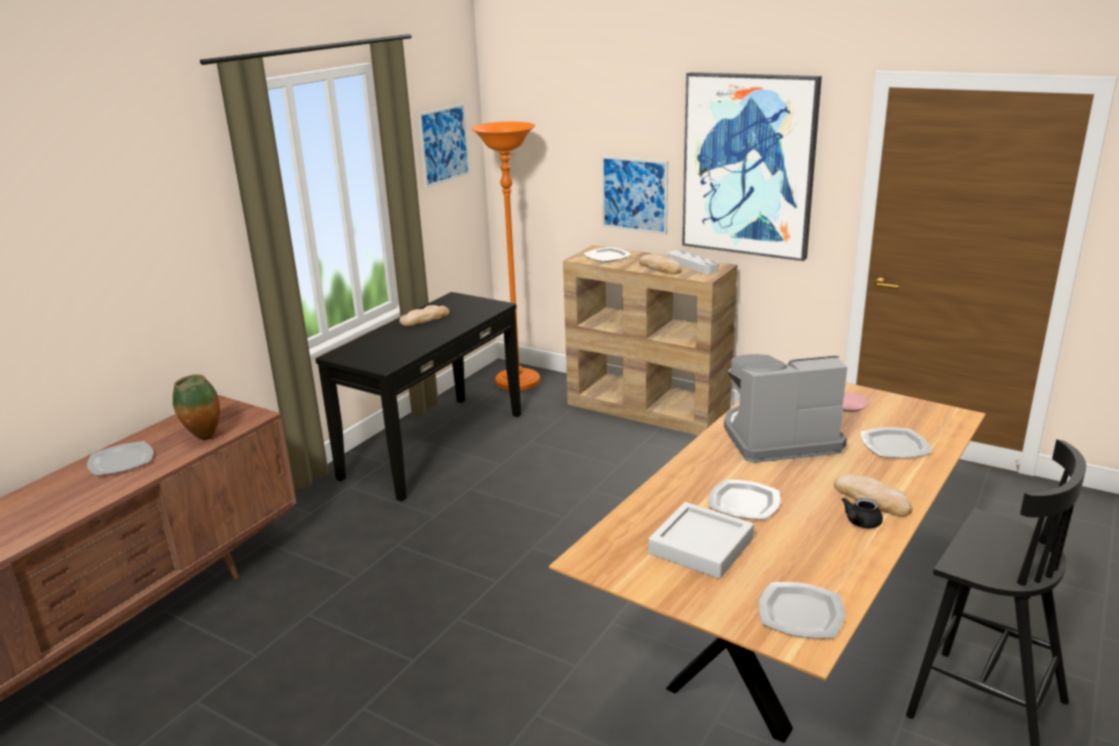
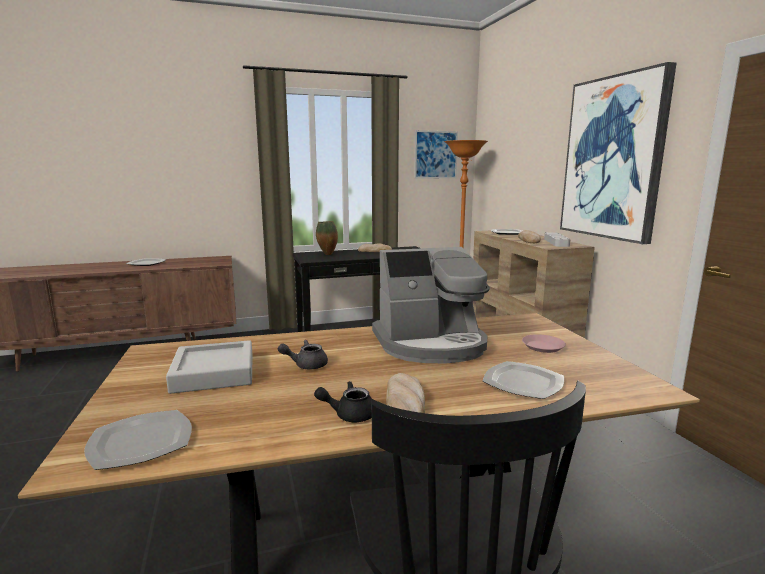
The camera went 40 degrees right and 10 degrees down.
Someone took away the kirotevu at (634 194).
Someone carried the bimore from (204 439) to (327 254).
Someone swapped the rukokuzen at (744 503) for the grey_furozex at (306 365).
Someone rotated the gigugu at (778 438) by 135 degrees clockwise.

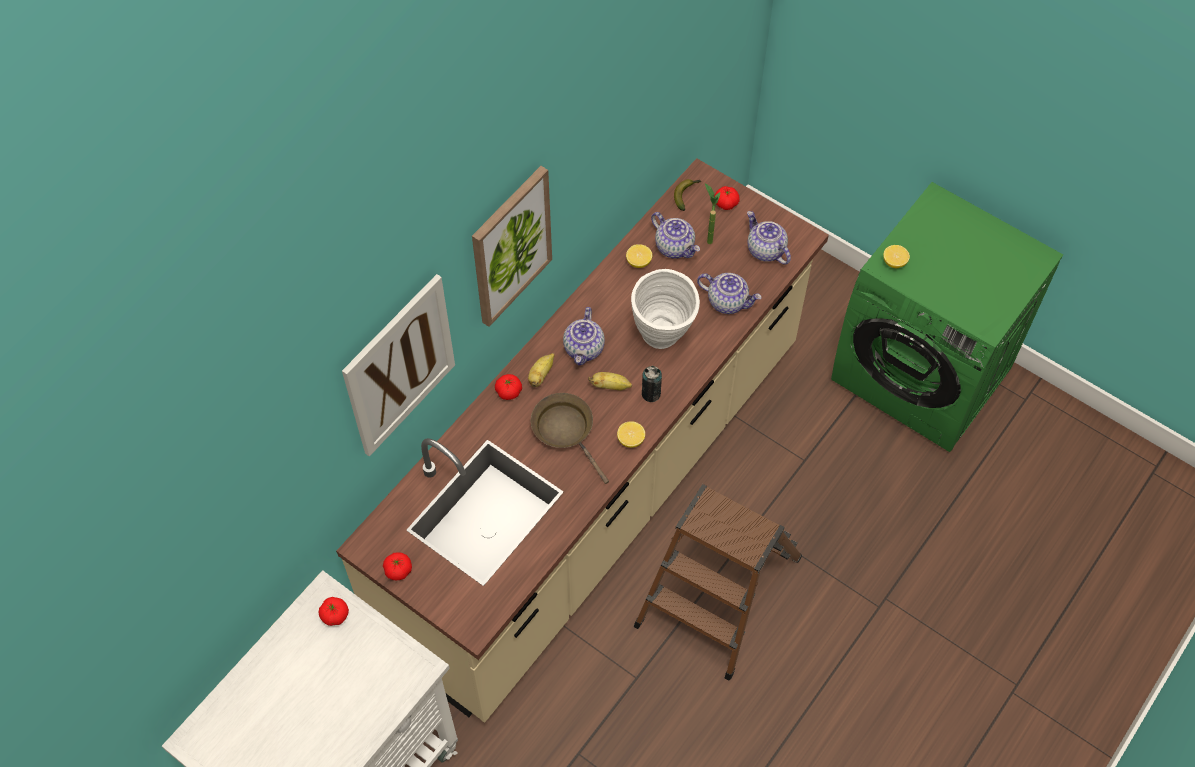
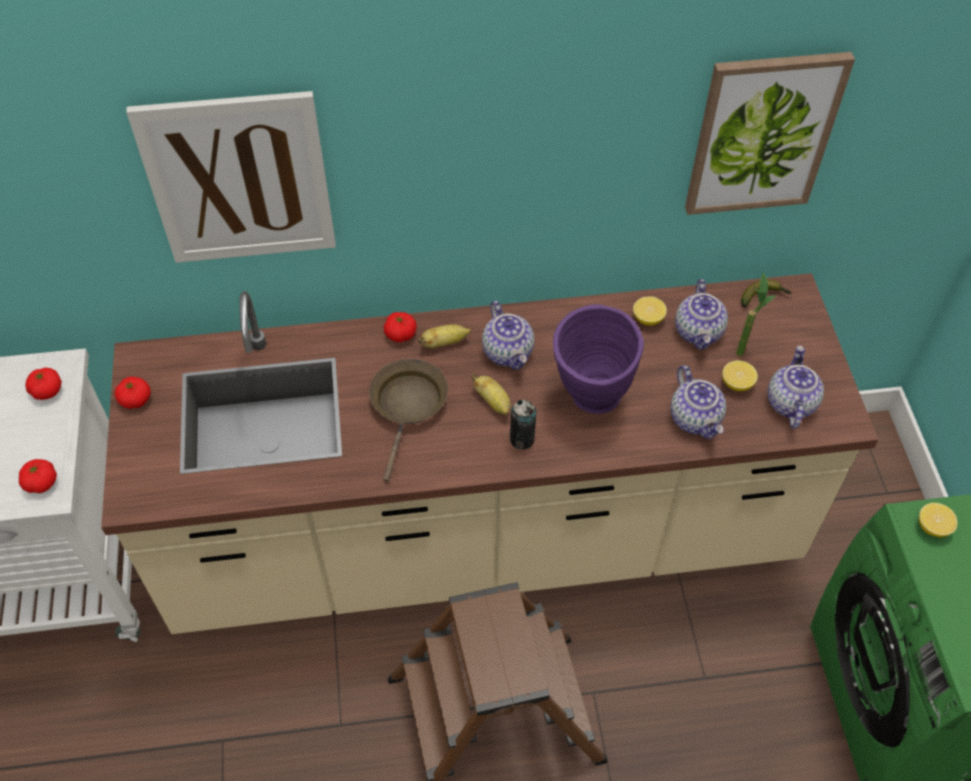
The camera went 45 degrees right and 5 degrees down.
Someone carried the kirotevu from (510 246) to (762 134).
Someone carried the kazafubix from (631 440) to (736 384).
Someone carried the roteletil from (726 203) to (41 483).
Someone repainted the white_bimore at (663 340), which became the purple_bimore at (590 403).
Someone rotated the furozex at (584 349) by 75 degrees counterclockwise.

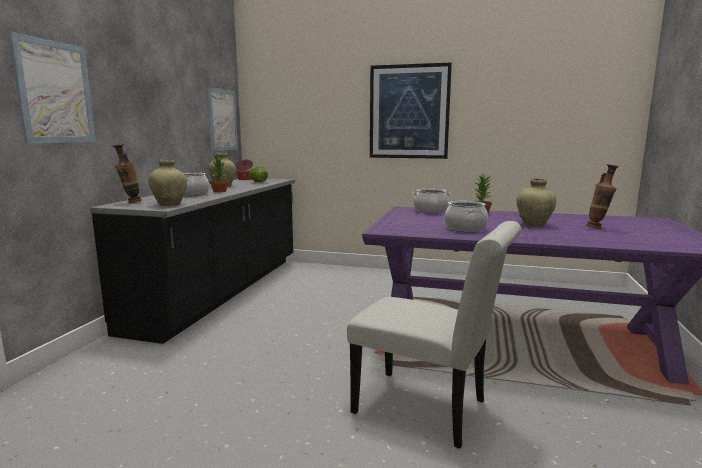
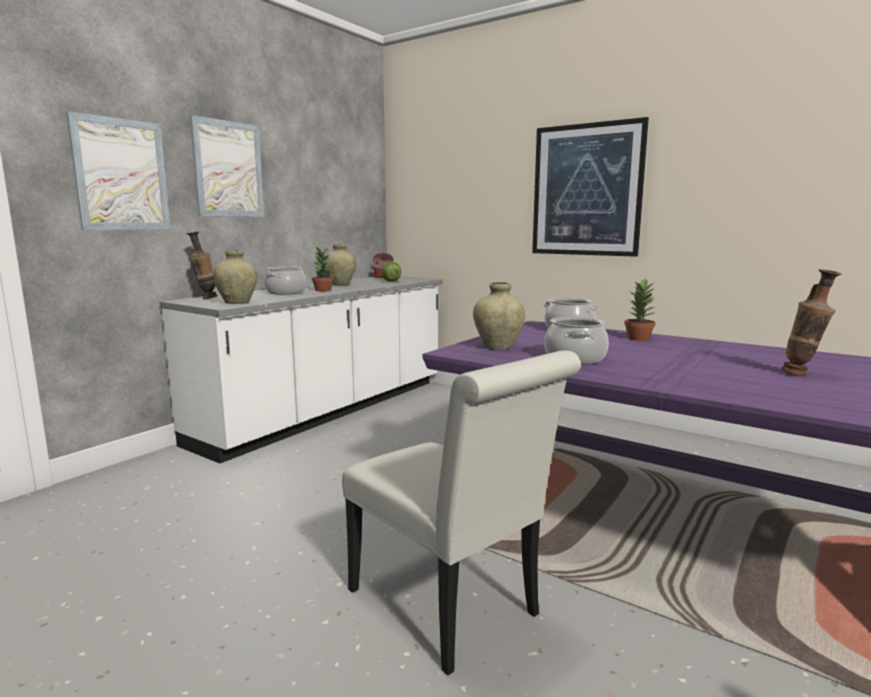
The camera went 20 degrees right and 0 degrees up.
Someone carried the kirotevu from (222 120) to (228 169).
Someone carried the beige_bimore from (533 225) to (498 347).
Someone repainted the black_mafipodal at (222 291), which became the white_mafipodal at (329 411).

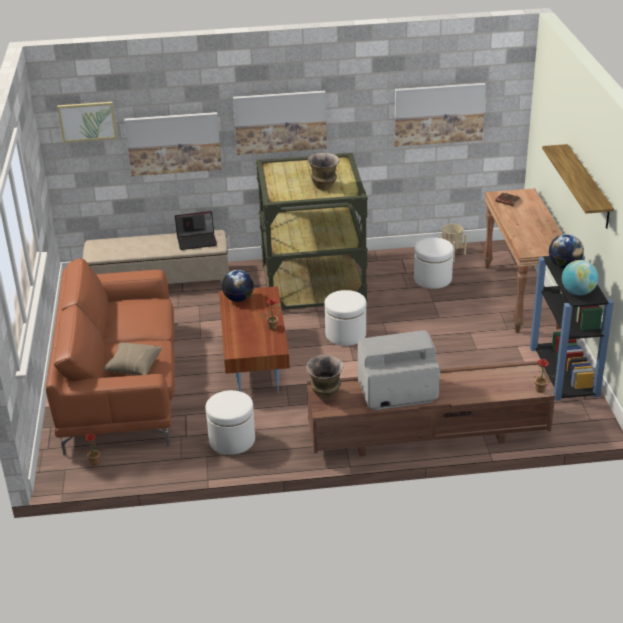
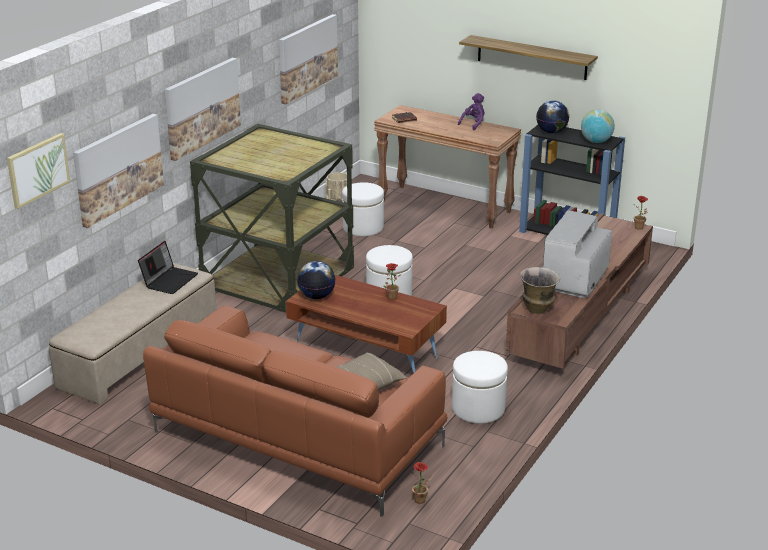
The camera went 55 degrees left and 5 degrees down.
Someone took away the bimore at (324 187).
Someone put down the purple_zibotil at (473 124).

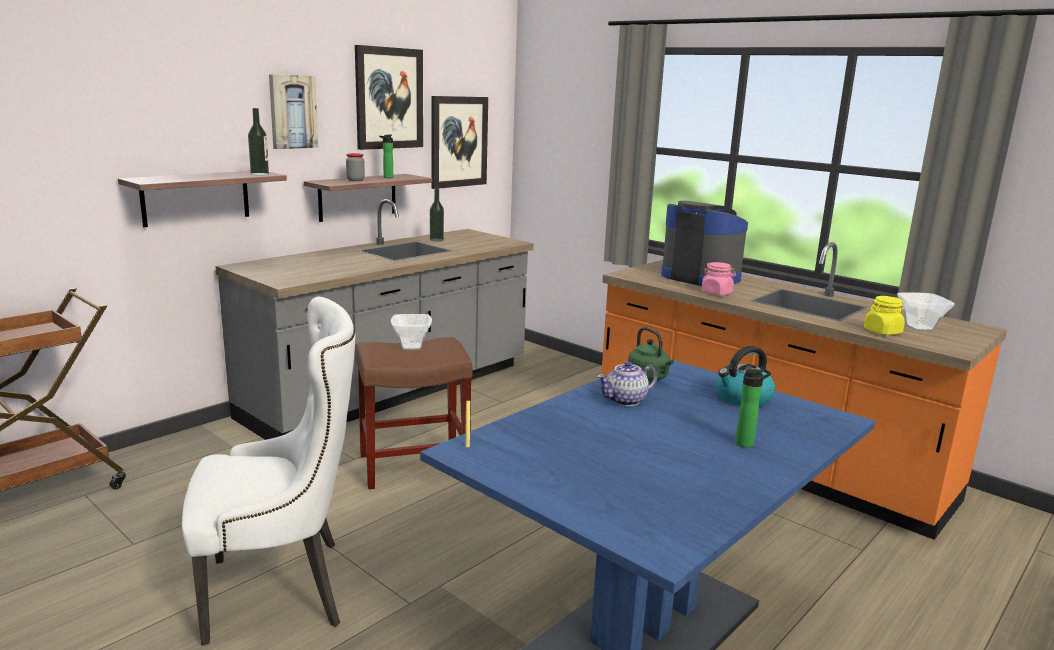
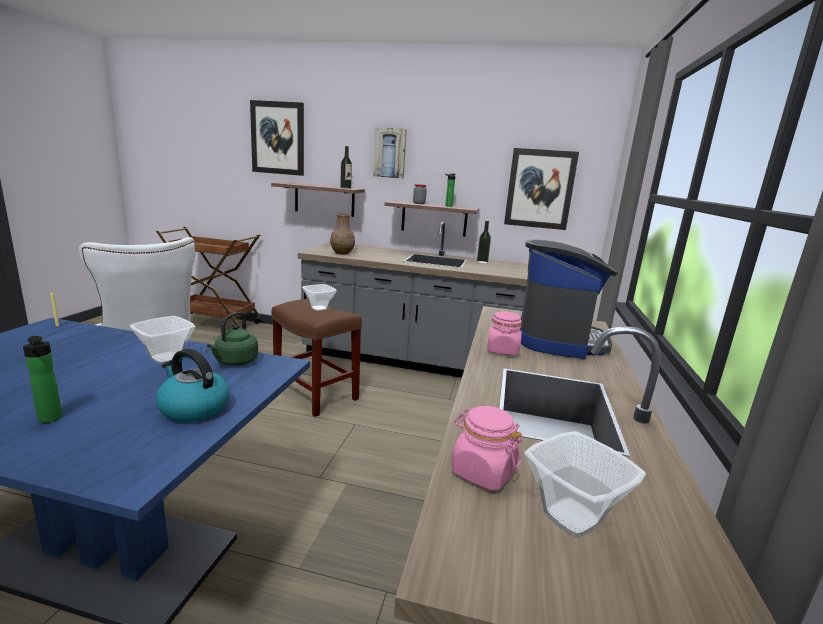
The camera went 60 degrees right and 0 degrees up.
Someone put down the brown_bimore at (342 253).
Someone carried the kirotevu from (389 98) to (278 138).
Someone swapped the furozex at (625 401) for the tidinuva at (165 359).
Someone repainted the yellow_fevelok at (882 332), which became the pink_fevelok at (482 472).

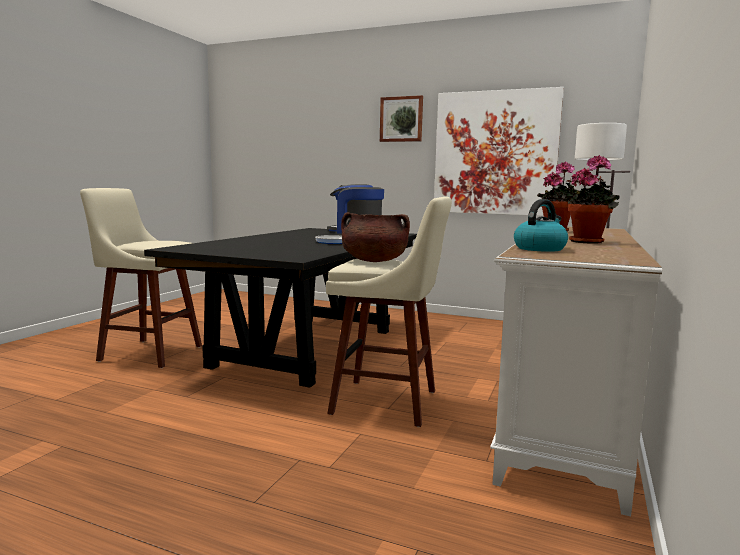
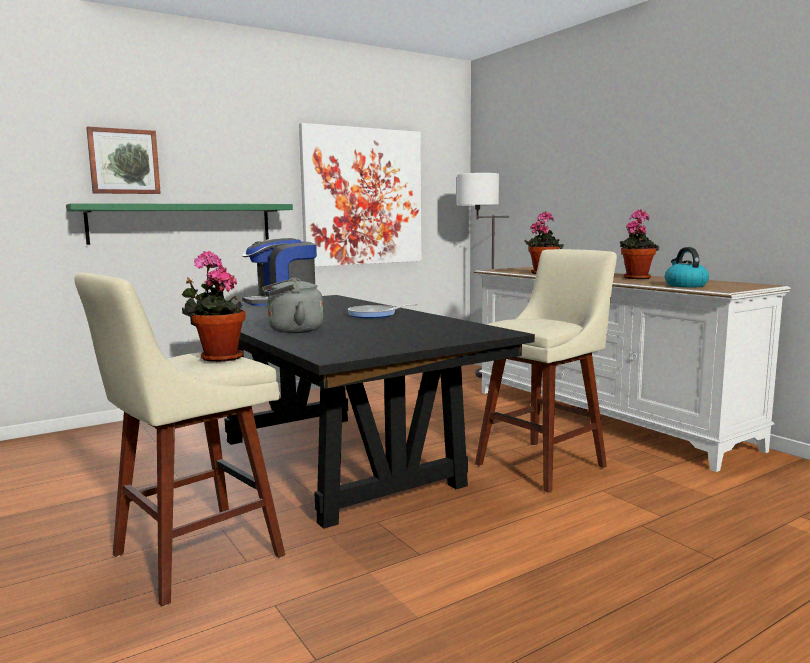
The camera went 55 degrees left and 0 degrees up.
Someone took away the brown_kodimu at (374 261).
Someone put up the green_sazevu at (182 223).
Someone put down the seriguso at (218 358).
Someone put down the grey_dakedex at (292 331).
Someone carried the kirotevu from (401 119) to (124 161).

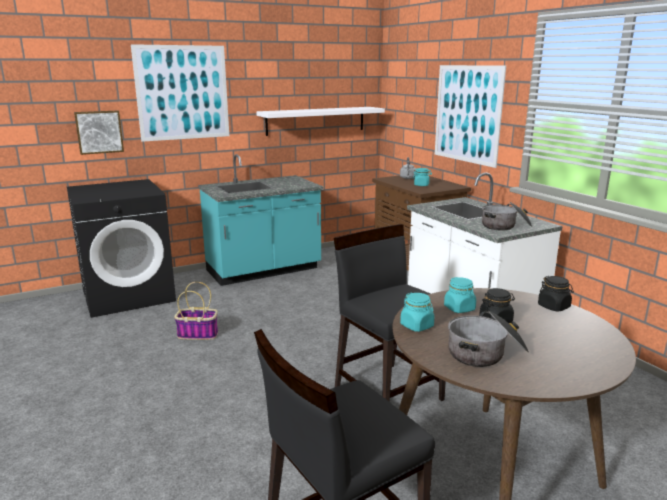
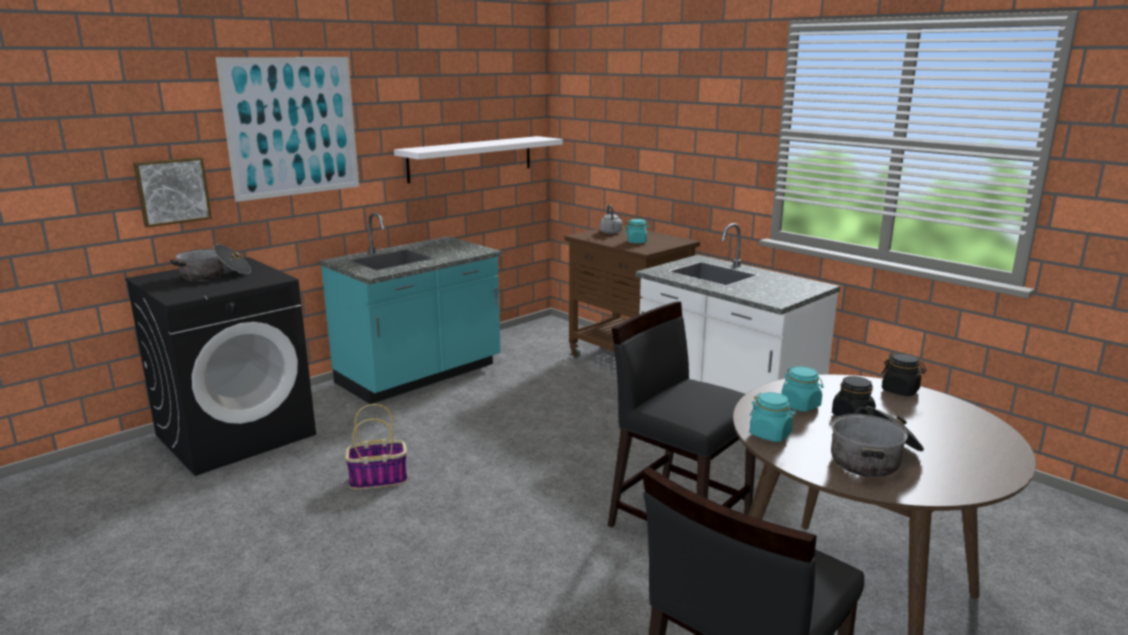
The camera went 15 degrees left and 0 degrees up.
Someone took away the kirotevu at (467 114).
Someone carried the kodimu from (505 226) to (214 275).

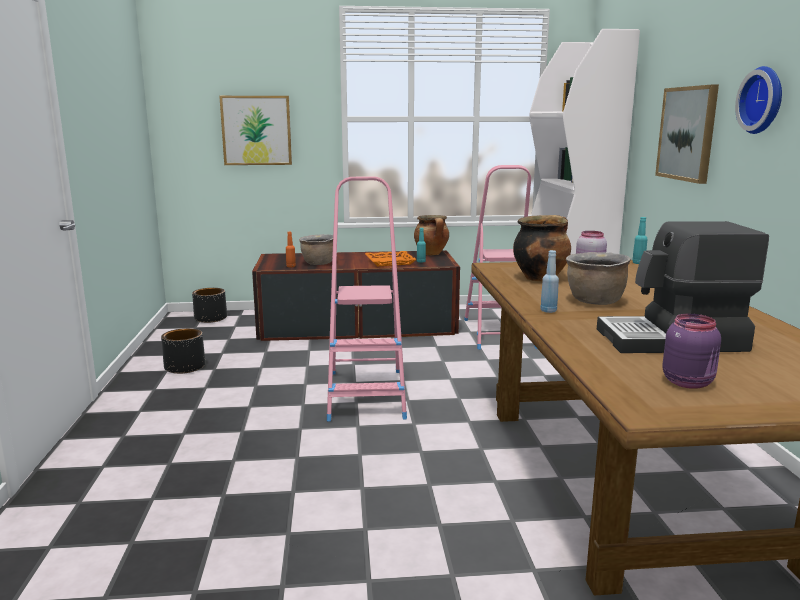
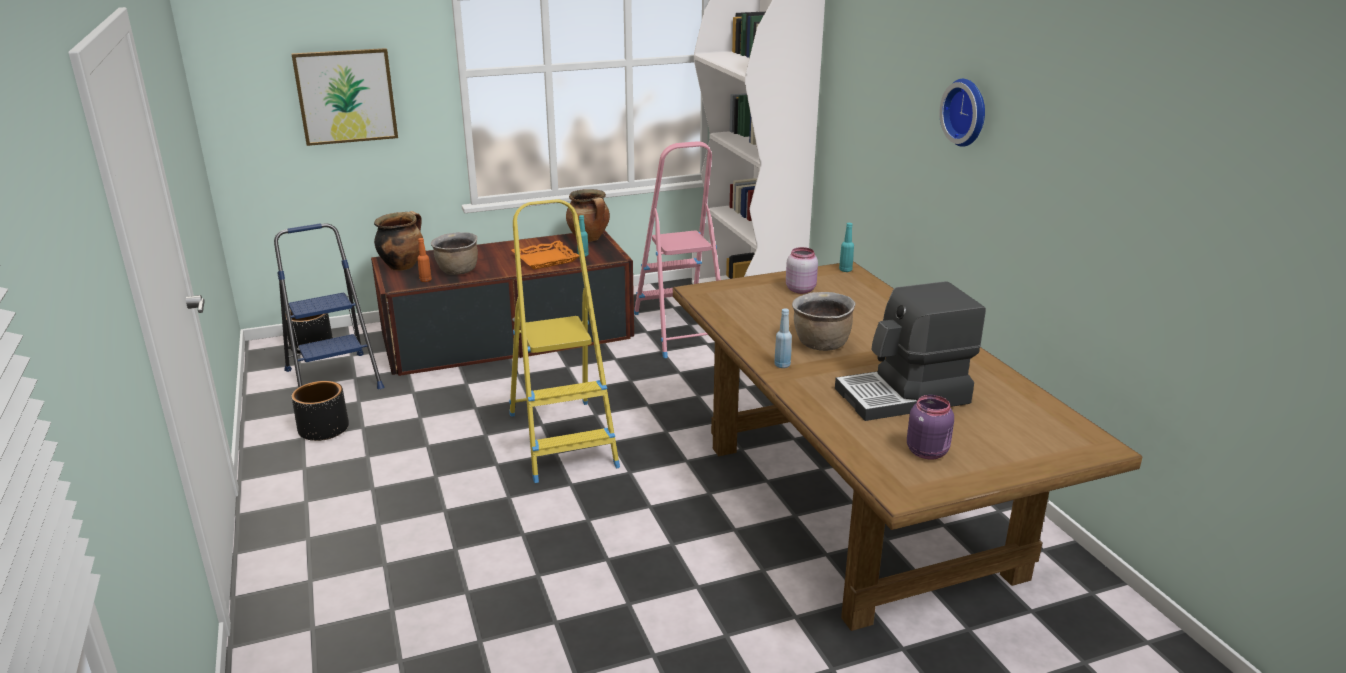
The camera went 15 degrees left and 10 degrees up.
Someone took away the kirotevu at (687 133).
Someone put down the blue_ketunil at (333 377).
Someone carried the kodimu from (540 278) to (402 266).
Someone repainted the pink_ketunil at (366 394), which became the yellow_ketunil at (562 440).

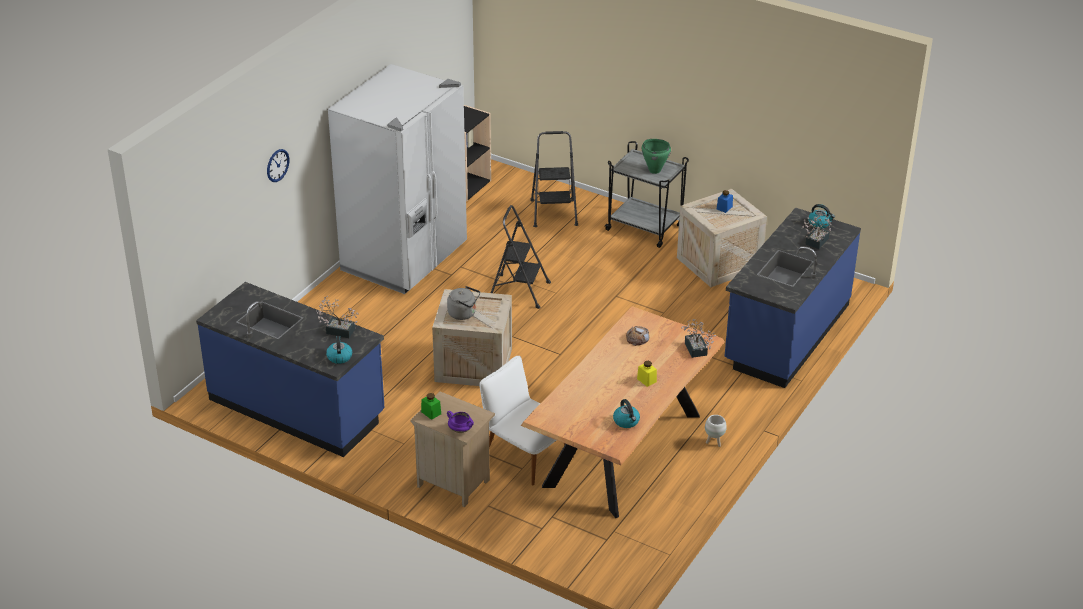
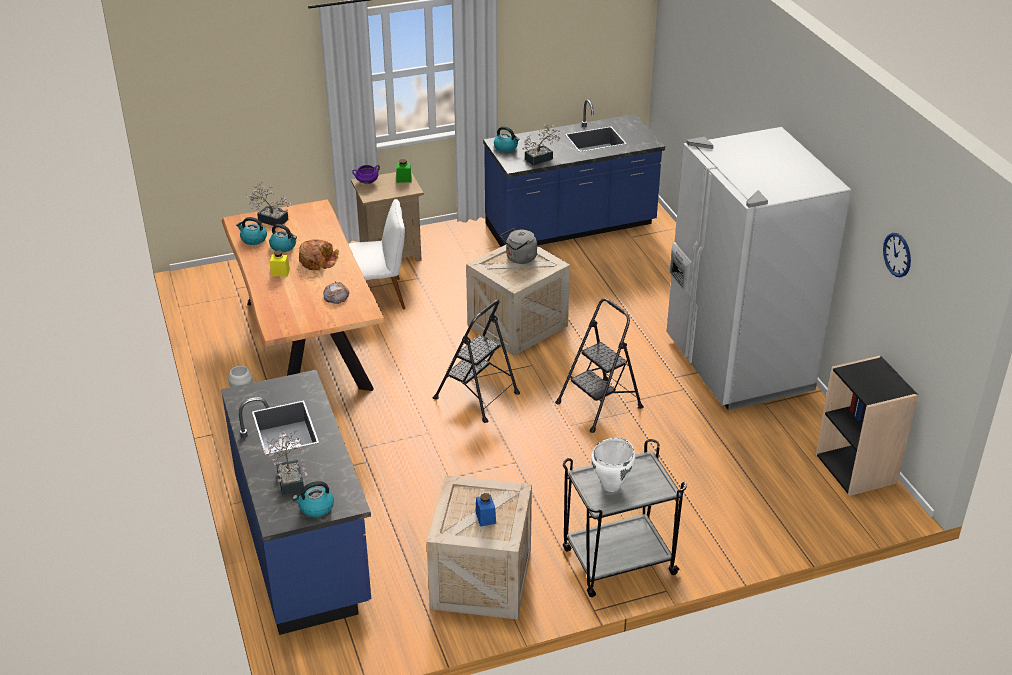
The camera went 130 degrees right and 0 degrees up.
Someone put down the dakedex at (283 246).
Someone put down the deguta at (318 260).
Someone carried the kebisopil from (277 165) to (897 254).
Someone carried the black_ketunil from (554 211) to (478 396).
Someone carried the seriguso from (696 351) to (270 219).
Someone repainted the green_kodimu at (654 170), which became the white_kodimu at (612 486).

